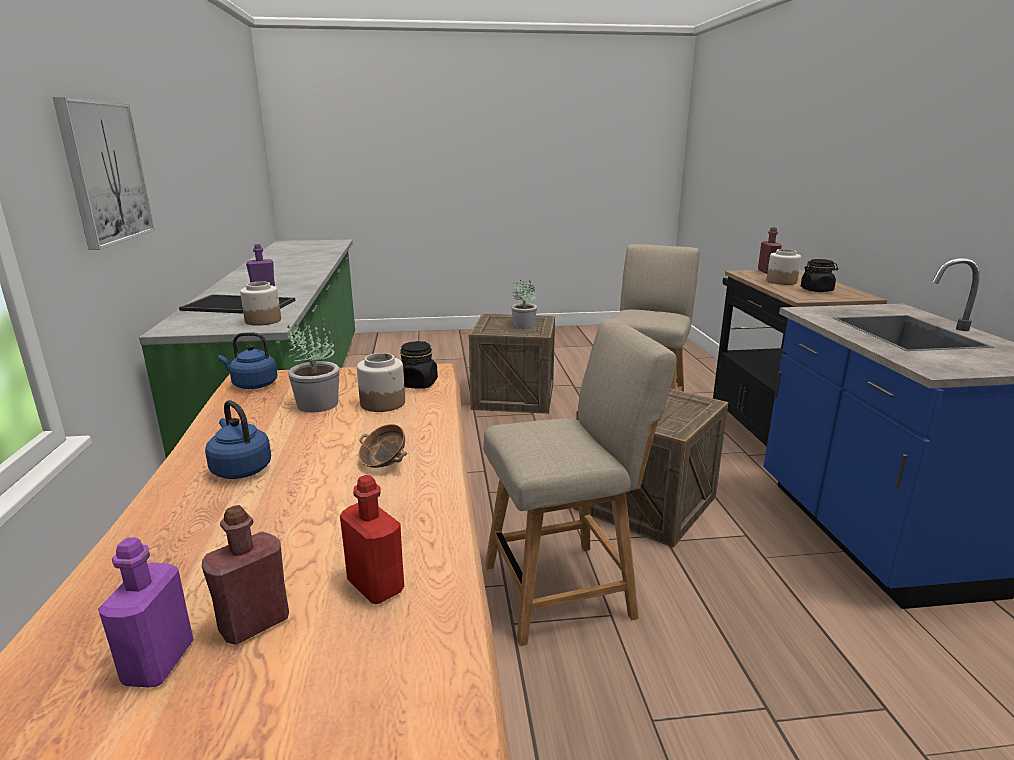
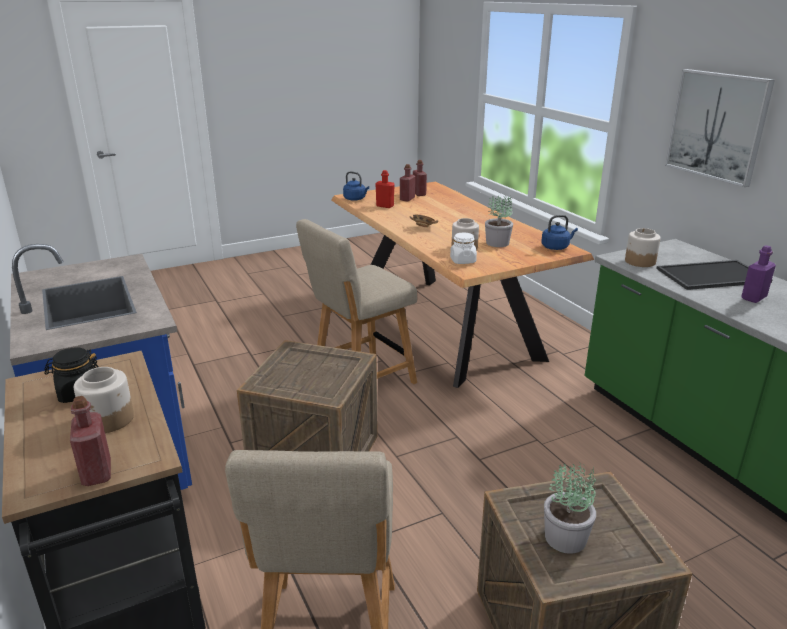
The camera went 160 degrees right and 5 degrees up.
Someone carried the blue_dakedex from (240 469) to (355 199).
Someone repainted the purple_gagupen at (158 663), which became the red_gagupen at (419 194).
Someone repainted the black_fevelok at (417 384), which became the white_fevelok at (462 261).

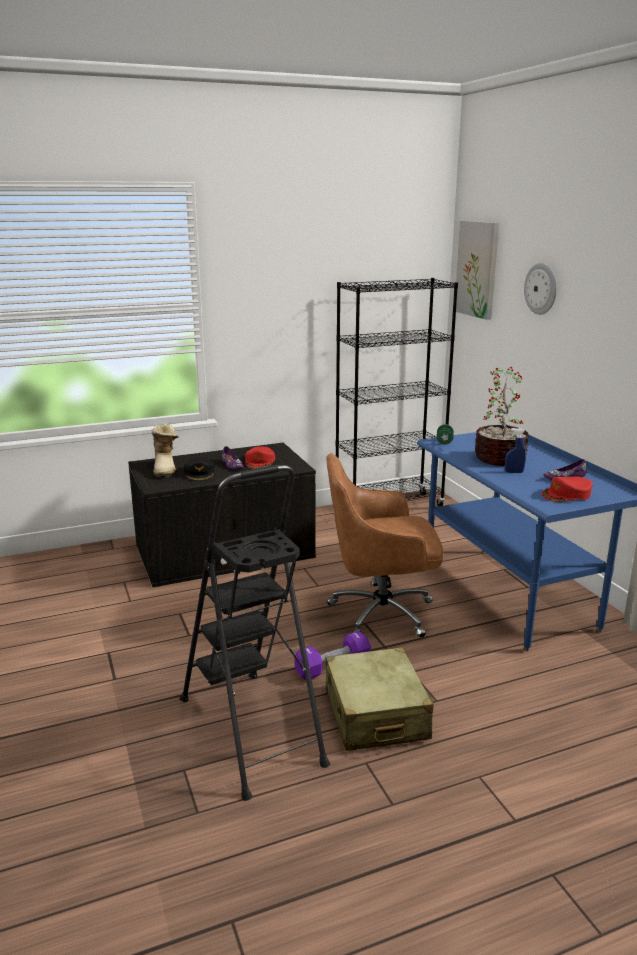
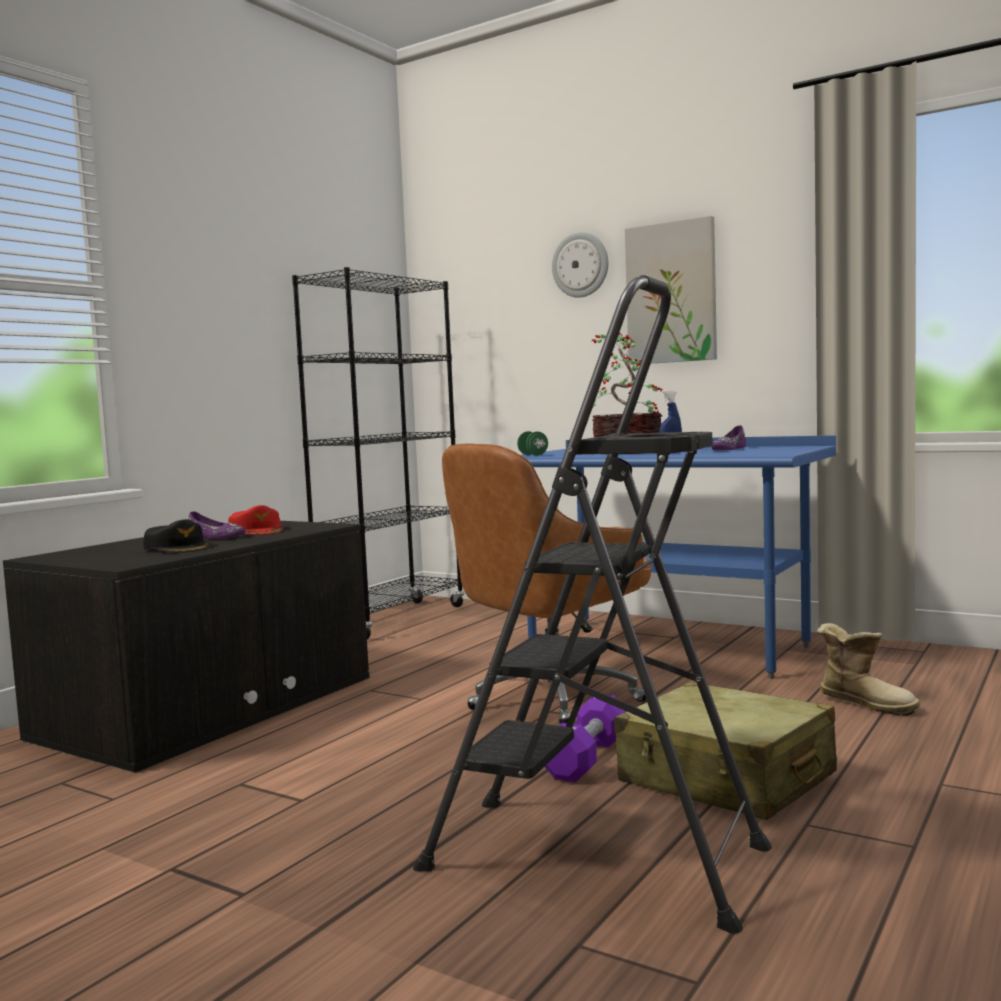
The camera went 35 degrees left and 15 degrees down.
Someone took away the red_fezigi at (567 495).
Someone carried the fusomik from (166 468) to (866 703).
Someone carried the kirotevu from (477 269) to (671 293).

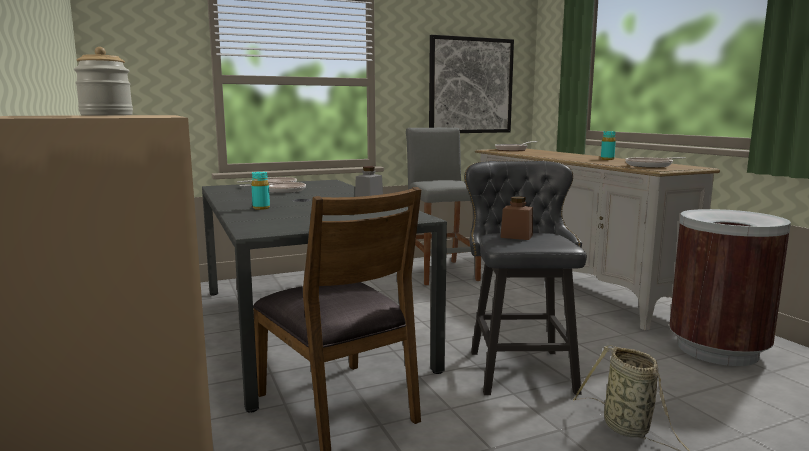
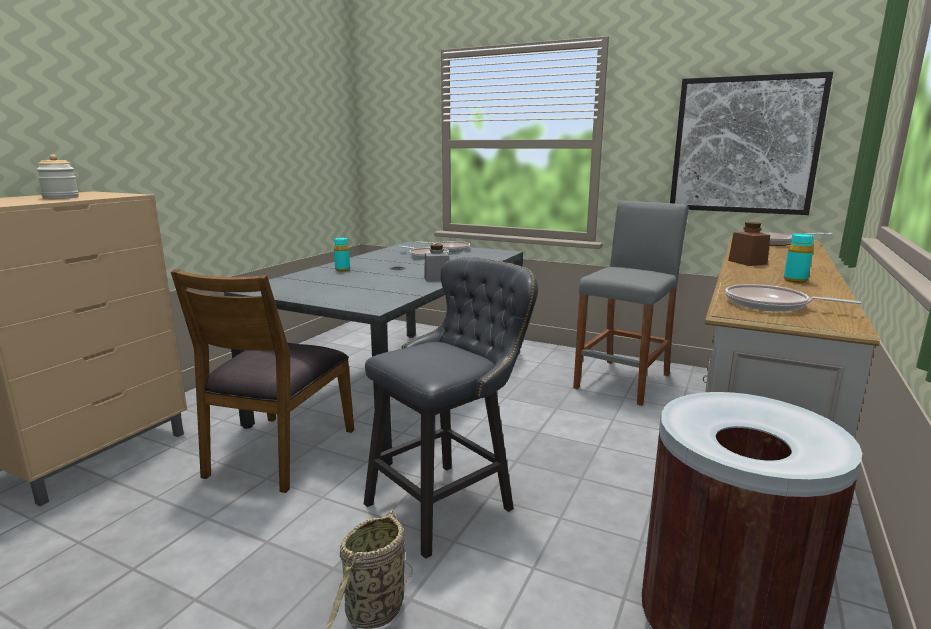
The camera went 50 degrees right and 5 degrees up.
Someone carried the brown_fevelok from (516 236) to (747 262).

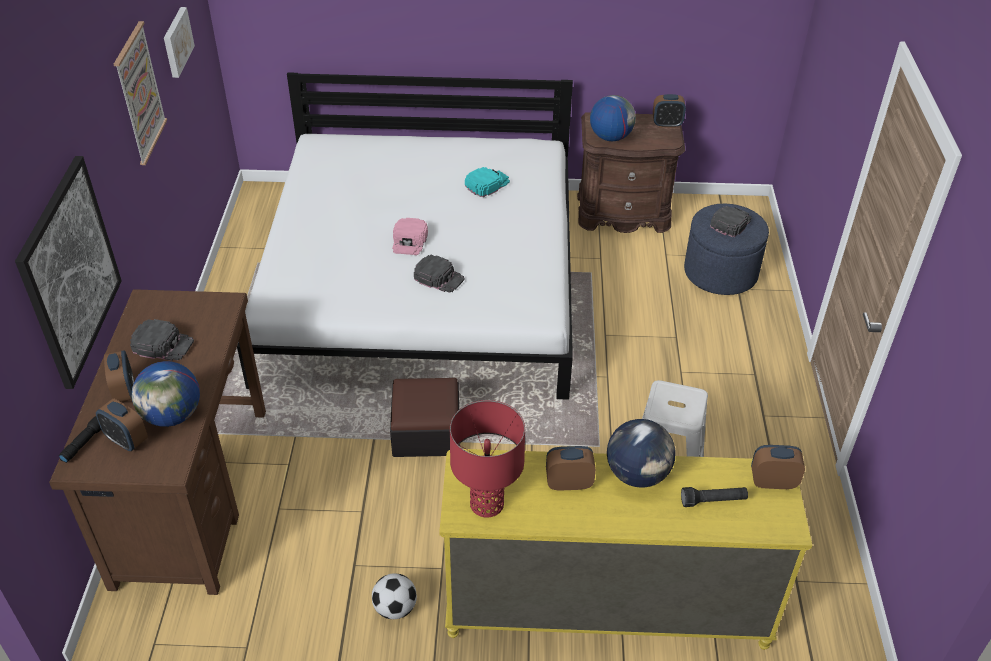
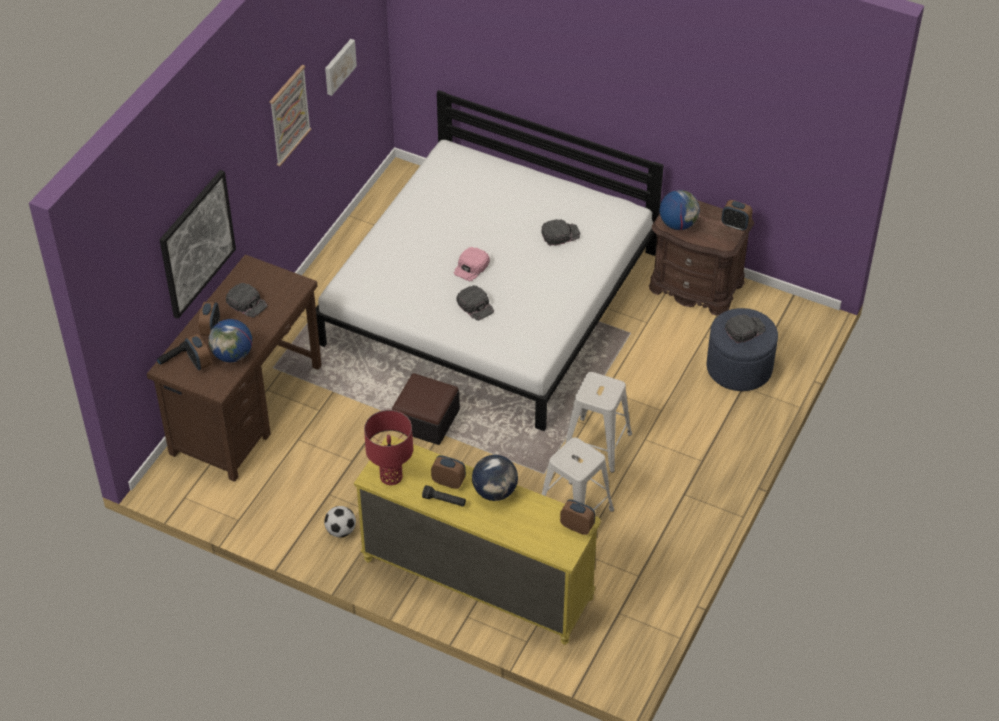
The camera went 25 degrees right and 5 degrees up.
Someone put down the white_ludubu at (597 445).
Someone carried the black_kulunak from (713 501) to (444 501).
Someone repainted the turquoise_fezigi at (487 184), which became the black_fezigi at (560 234).

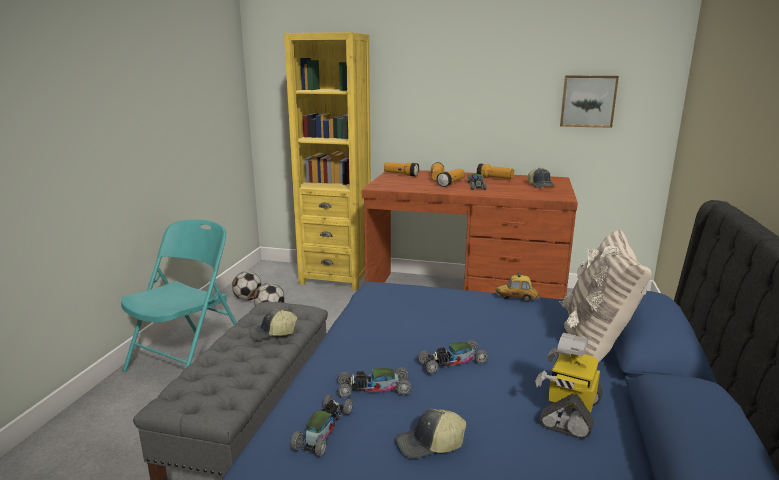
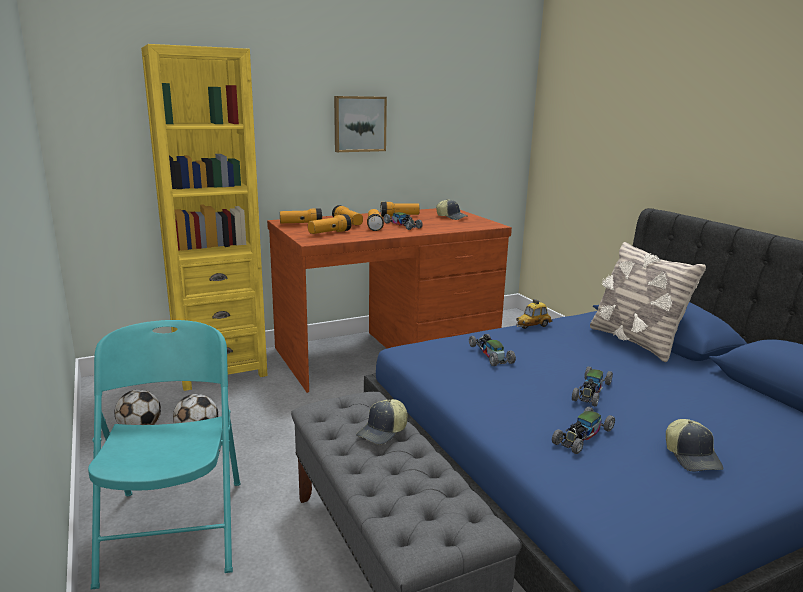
The camera went 40 degrees left and 0 degrees up.
Someone took away the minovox at (569 412).
Someone put down the kulunak at (329 233).
Someone carried the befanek from (324 430) to (490 354).
Someone carried the kirotevu from (588 101) to (359 124).
Someone rotated the fezigi at (430 444) by 45 degrees counterclockwise.

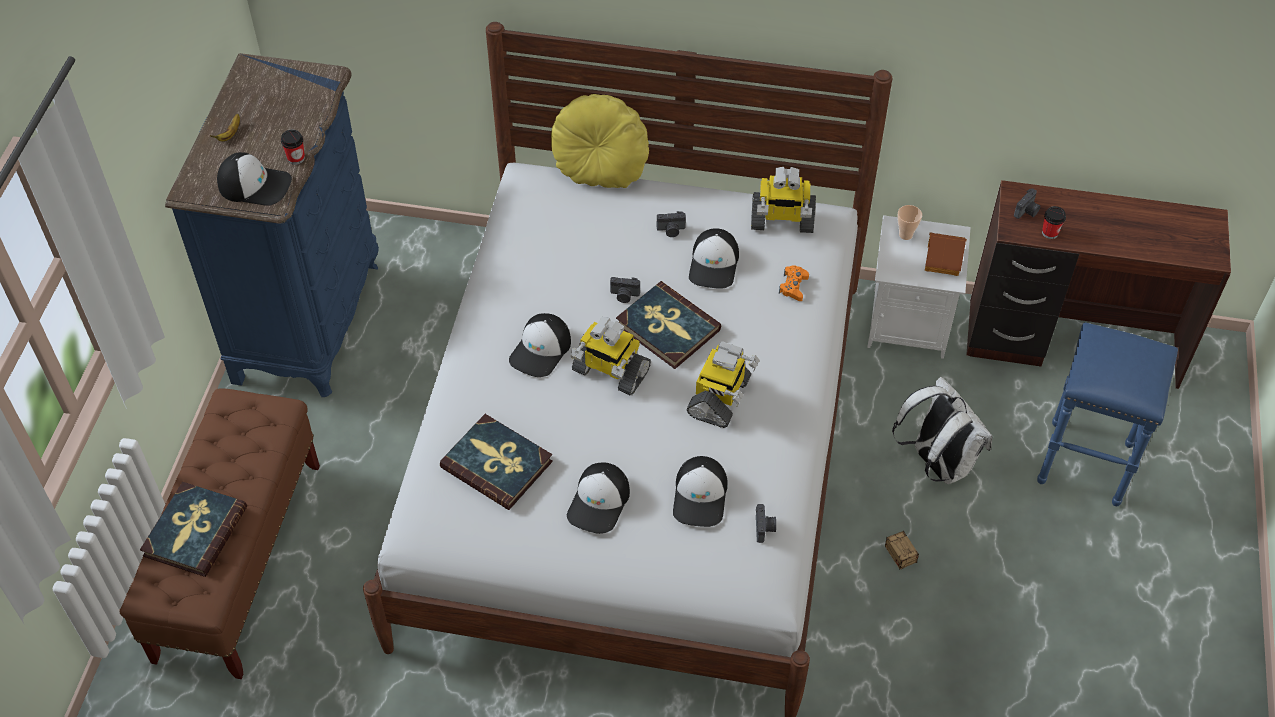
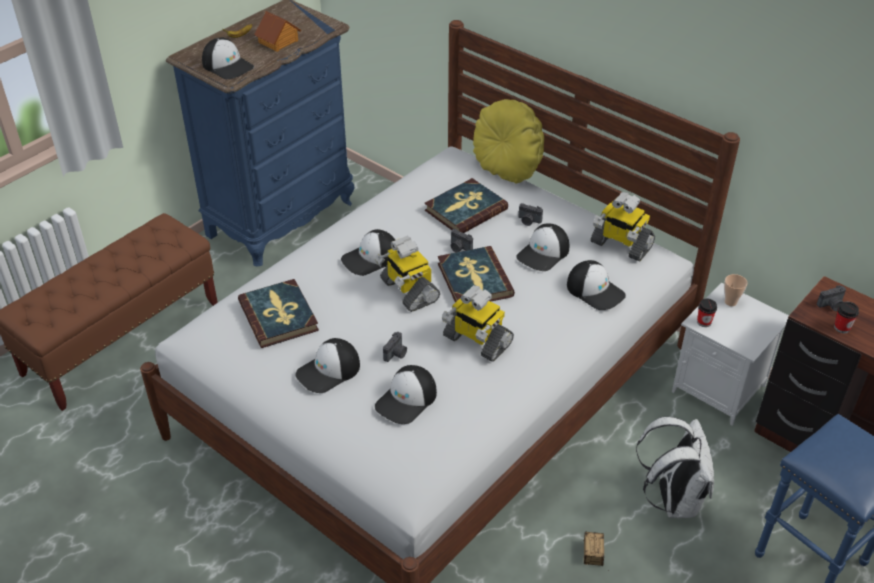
The camera went 30 degrees right and 10 degrees down.
Someone carried the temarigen from (194 531) to (465 209).
Someone carried the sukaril from (296 158) to (704 322).
Someone carried the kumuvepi from (764 528) to (396 354).
Someone carried the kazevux from (943 260) to (279 42).
Someone swapped the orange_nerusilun at (793 286) for the fezigi at (595 290).
Someone rotated the minovox at (720 398) by 75 degrees clockwise.

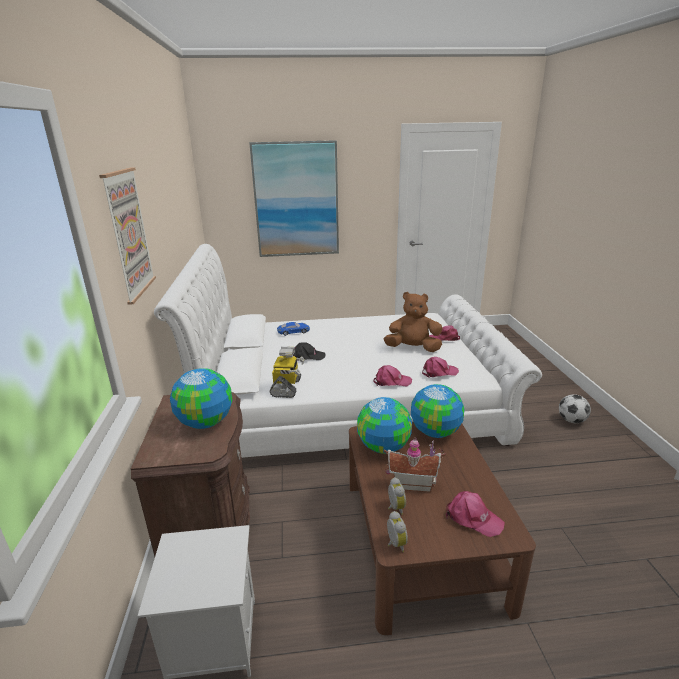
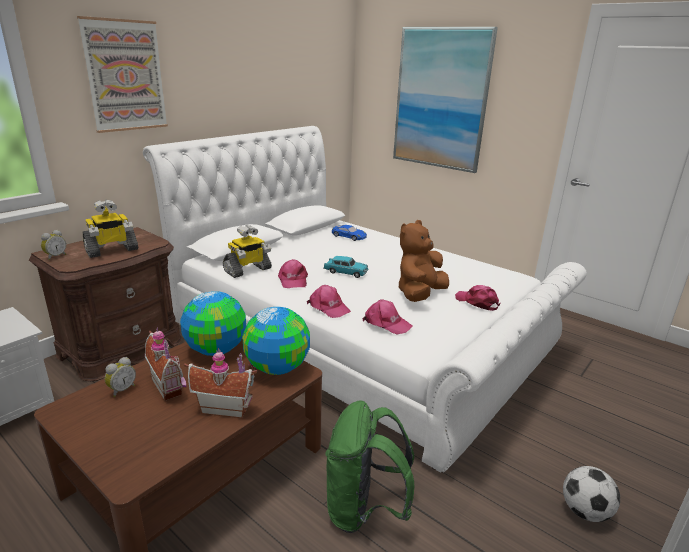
The camera went 45 degrees right and 0 degrees up.
Someone took away the black_fezigi at (307 357).
Someone put down the kazevux at (225 407).
Someone put down the turquoise_befanek at (345 272).
Someone put down the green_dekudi at (363 509).
Someone carried the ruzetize from (394 544) to (55 256).
Someone carried the pink_fezigi from (473 518) to (293 280).
Someone swapped the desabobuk at (205 422) for the minovox at (111 250).
Someone rotated the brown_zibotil at (413 348) by 105 degrees counterclockwise.

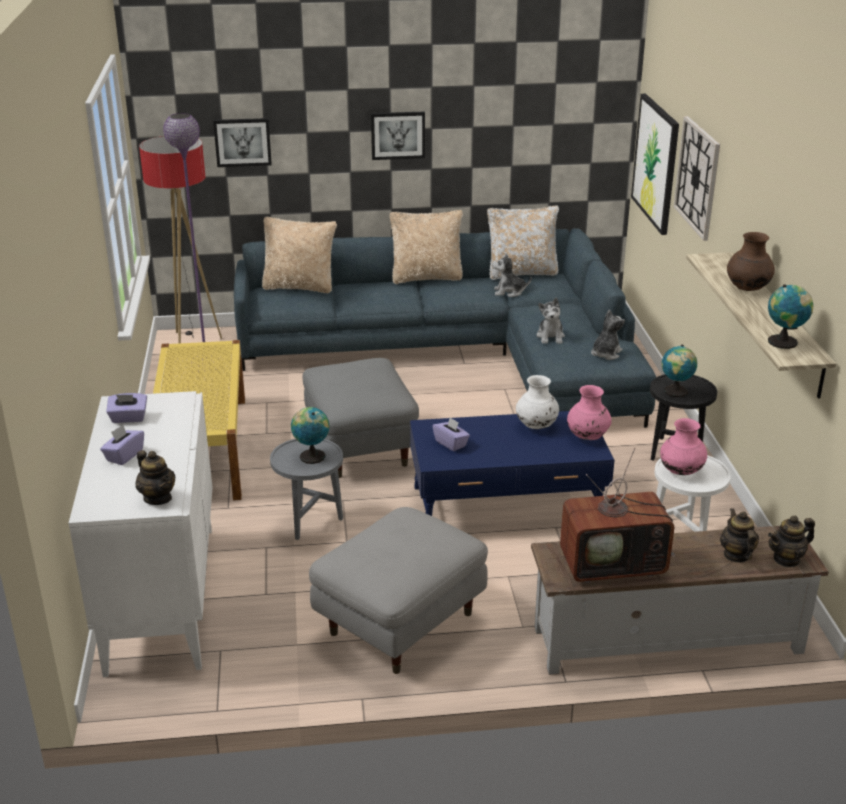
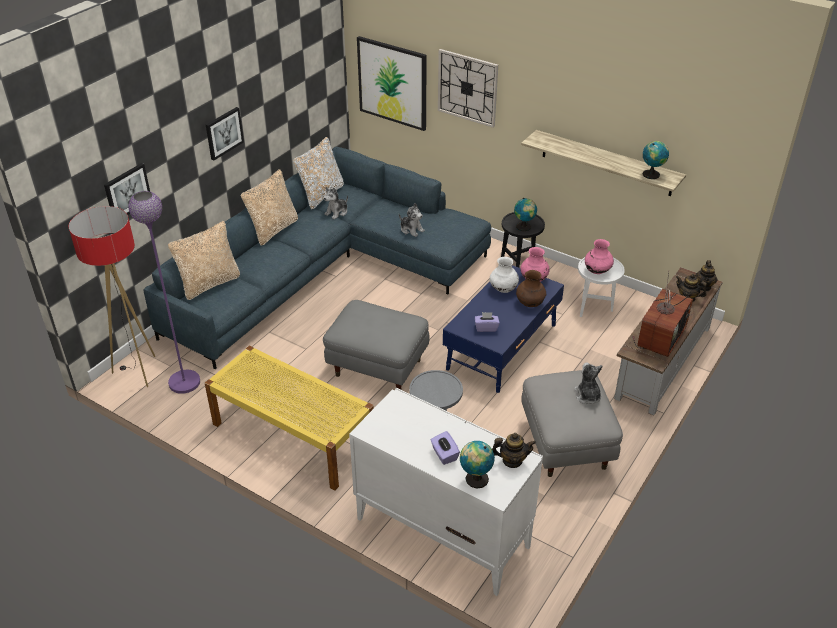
The camera went 50 degrees left and 10 degrees up.
Someone took away the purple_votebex at (128 418).
Someone carried the desabobuk from (311 456) to (475 479).
Someone carried the zibotil from (605 354) to (587 396).
Someone carried the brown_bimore from (747 288) to (530 303).

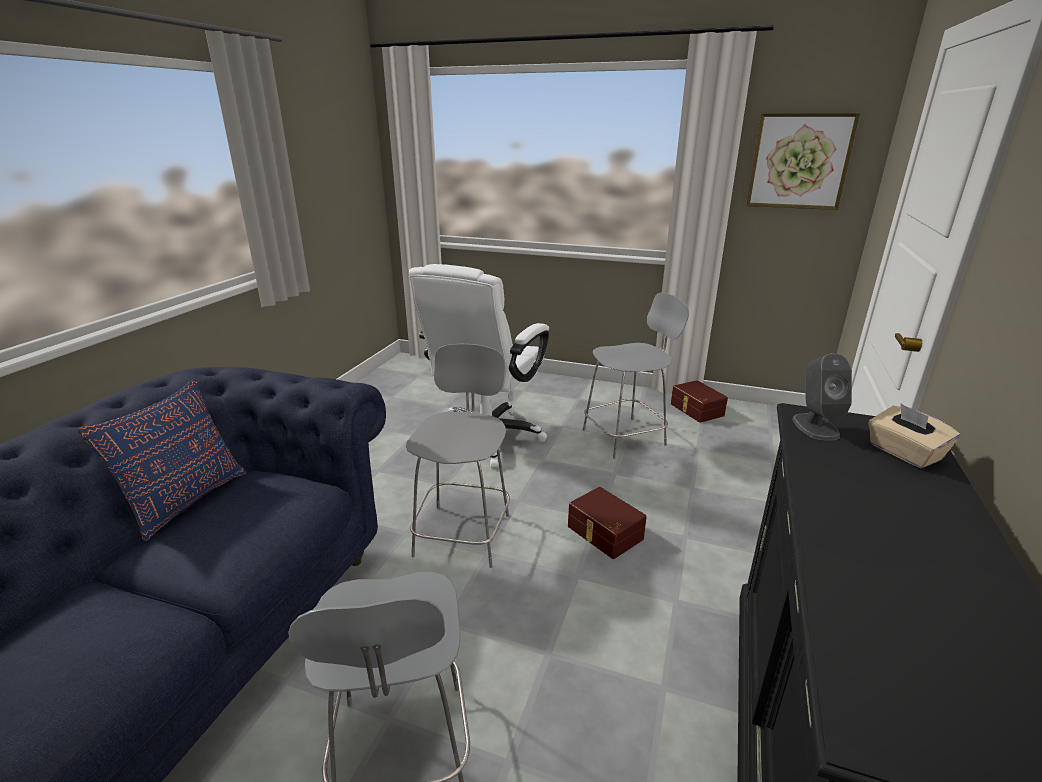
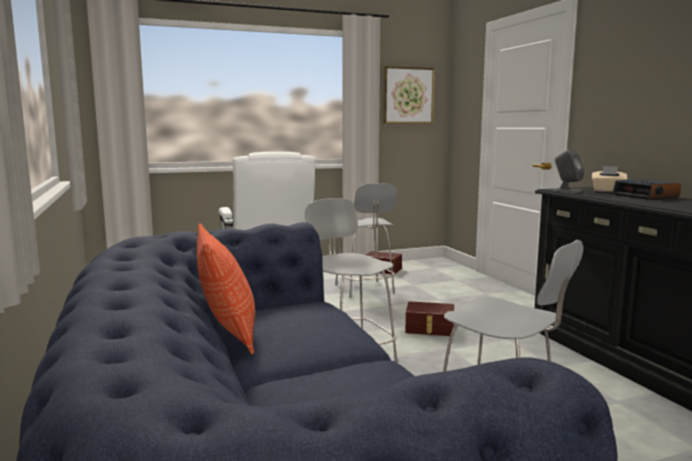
The camera went 40 degrees left and 15 degrees down.
Someone put down the ruzetize at (646 196).
Someone repainted the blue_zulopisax at (187 501), which became the orange_zulopisax at (228 334).
Someone rotated the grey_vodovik at (626 437) by 135 degrees clockwise.

